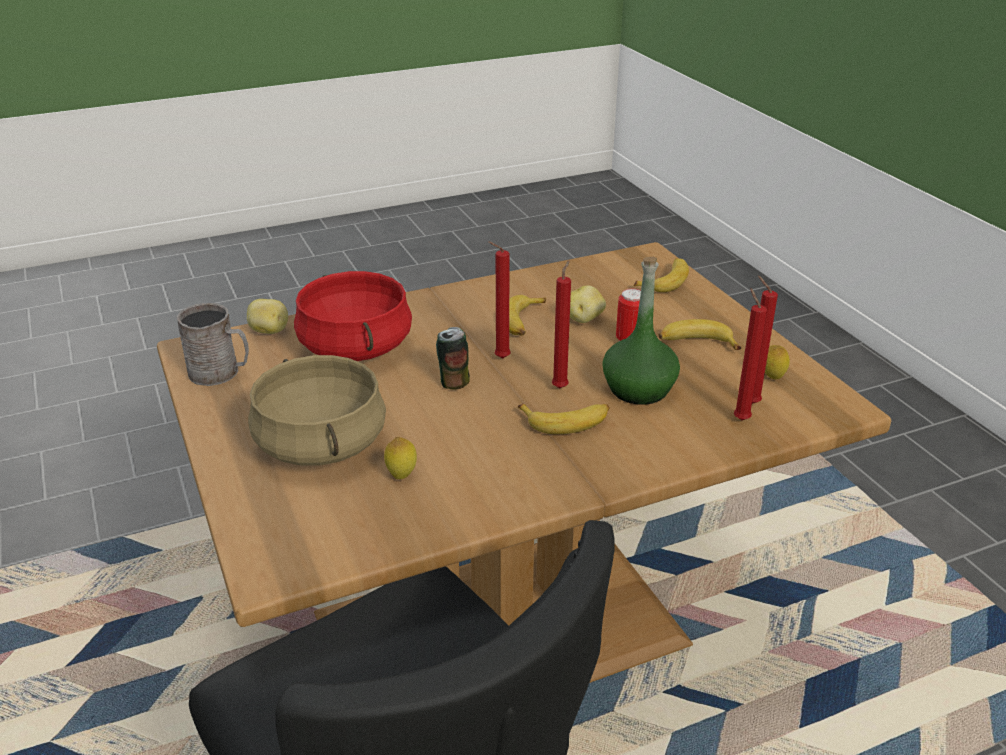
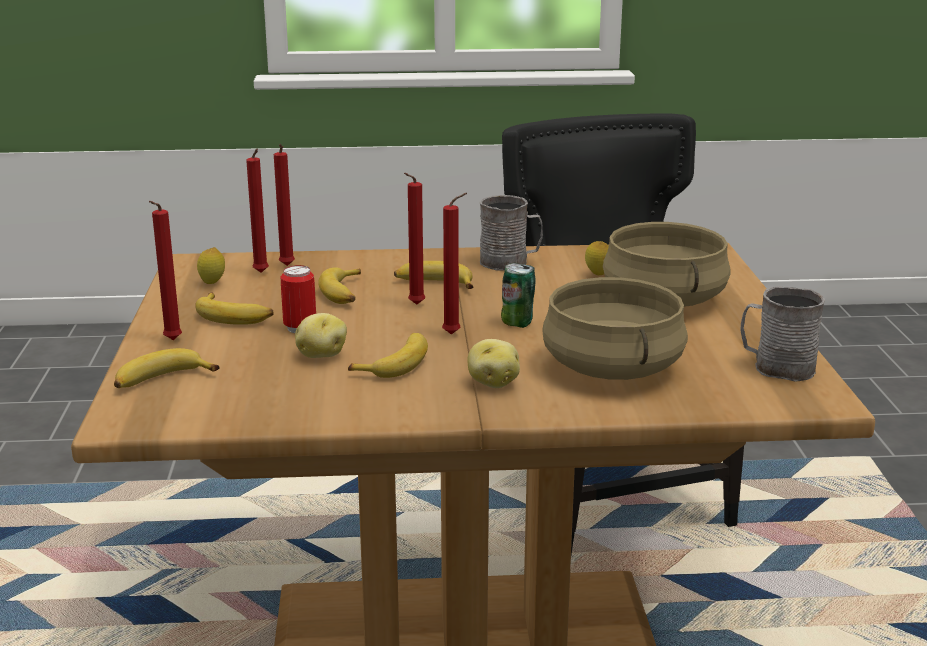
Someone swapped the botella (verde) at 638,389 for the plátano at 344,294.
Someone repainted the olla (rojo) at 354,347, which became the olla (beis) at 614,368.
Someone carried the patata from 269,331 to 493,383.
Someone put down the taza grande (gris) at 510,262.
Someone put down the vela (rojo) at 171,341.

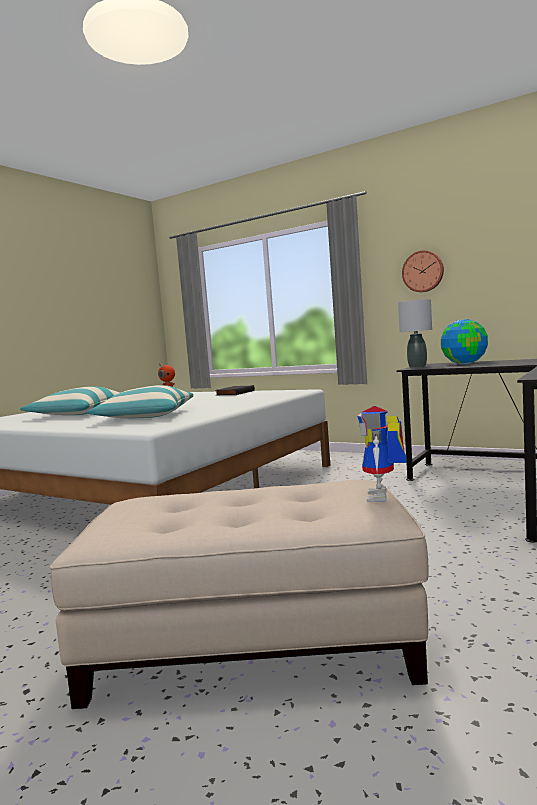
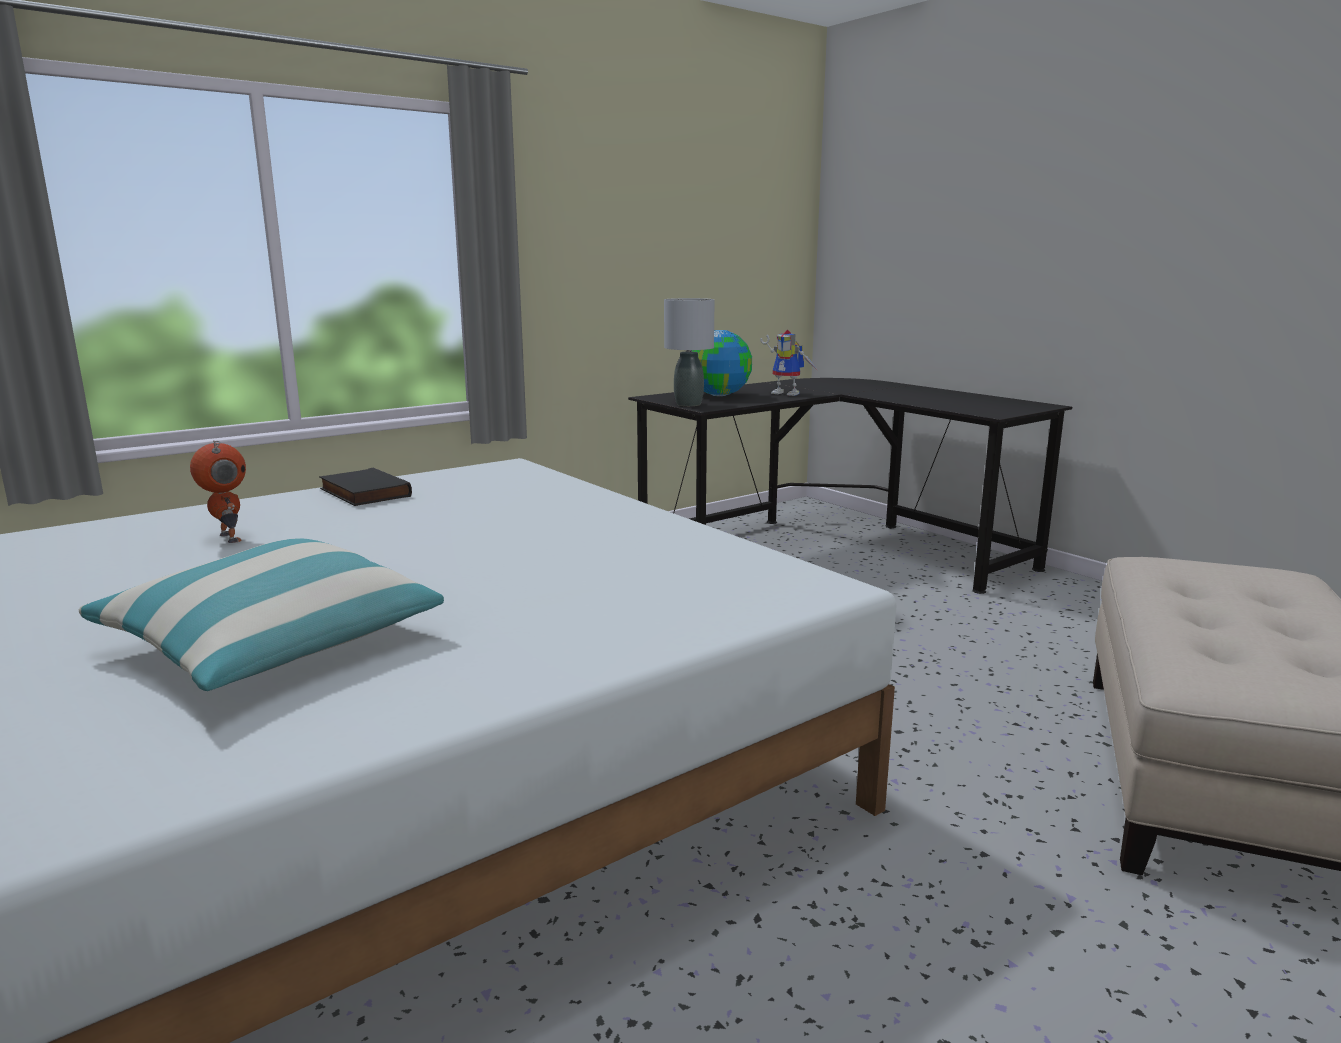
Someone took away the reloj de pared at 423,271.
Someone took away the cojín at 145,416.
Someone carried the robot de juguete from 384,497 to 789,393.

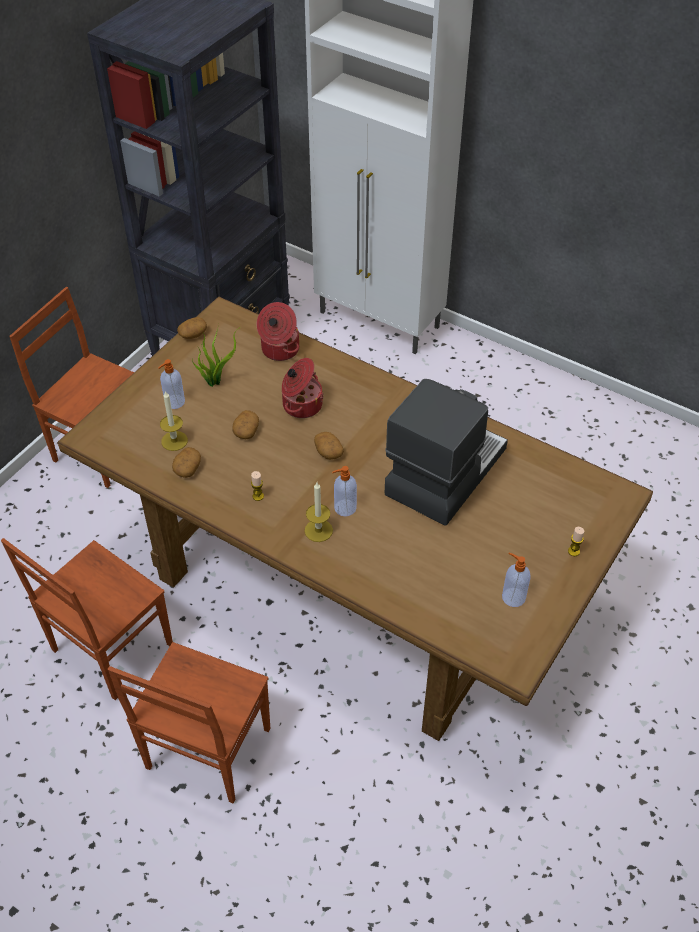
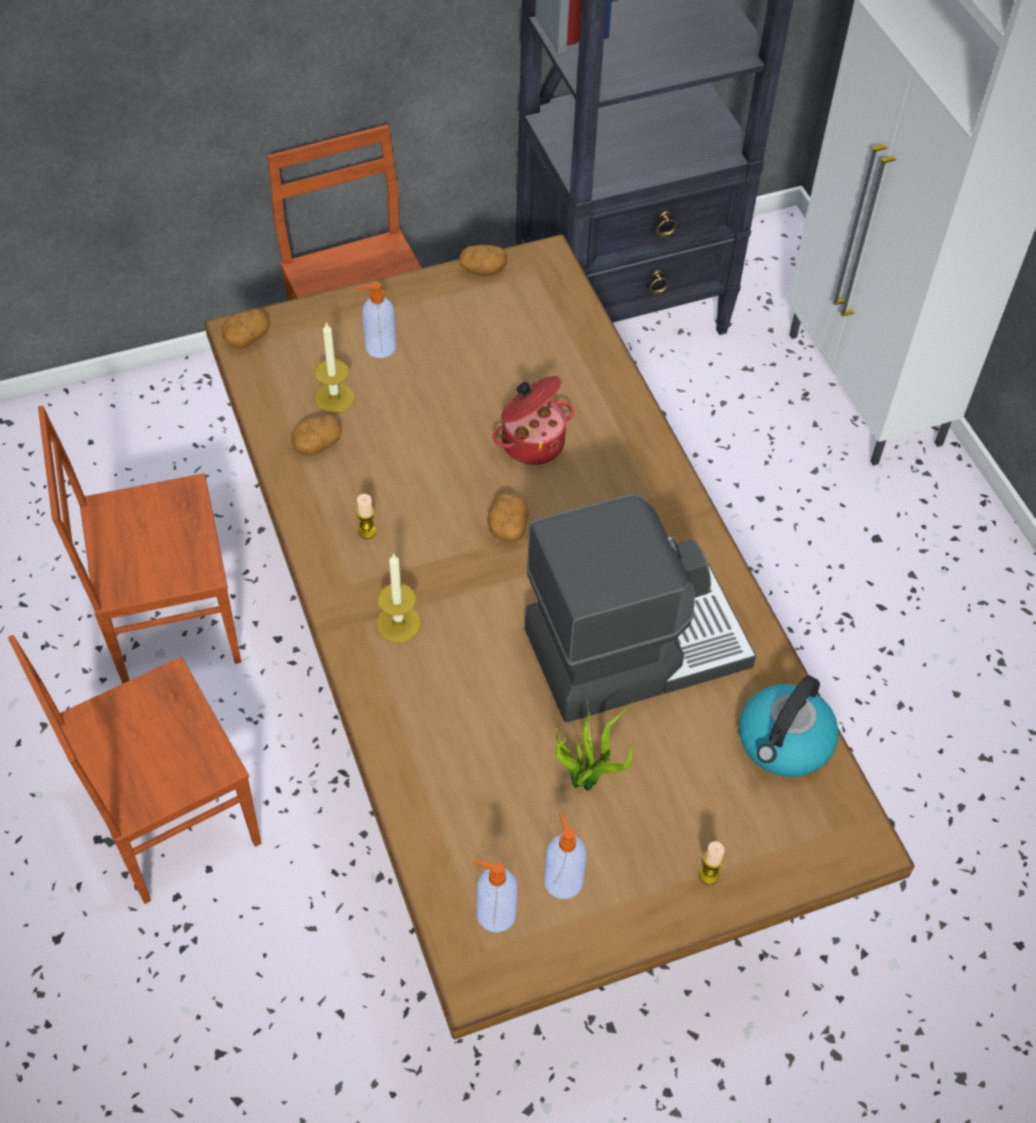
Someone took away the olla at 279,349.
Someone carried the planta en maceta from 216,381 to 588,780.
Someone carried the patata from 246,431 to 247,337.
Someone carried the dispensador de jabón from 344,508 to 494,913.
Someone put down the hervidor at 784,743.

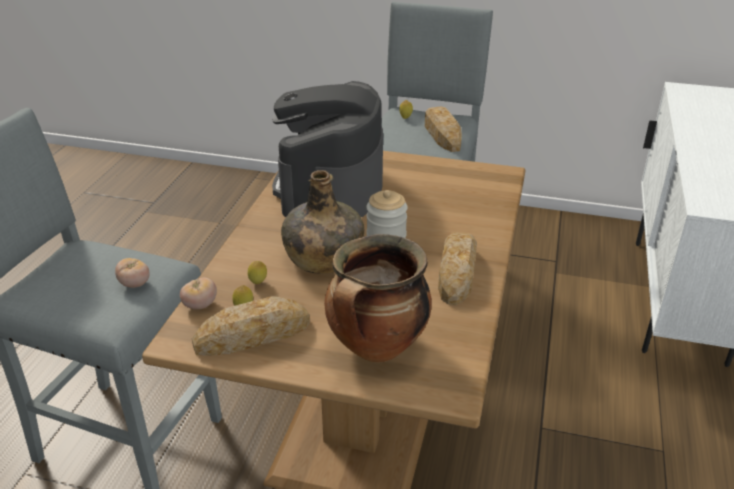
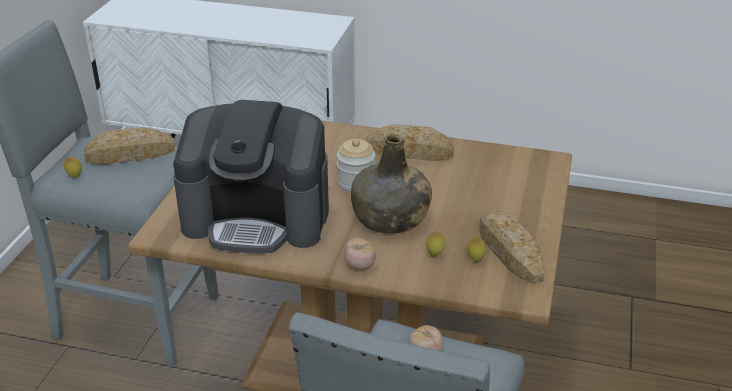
Someone took away the olla at 377,348.
Someone carried the tomate from 200,305 to 360,265.

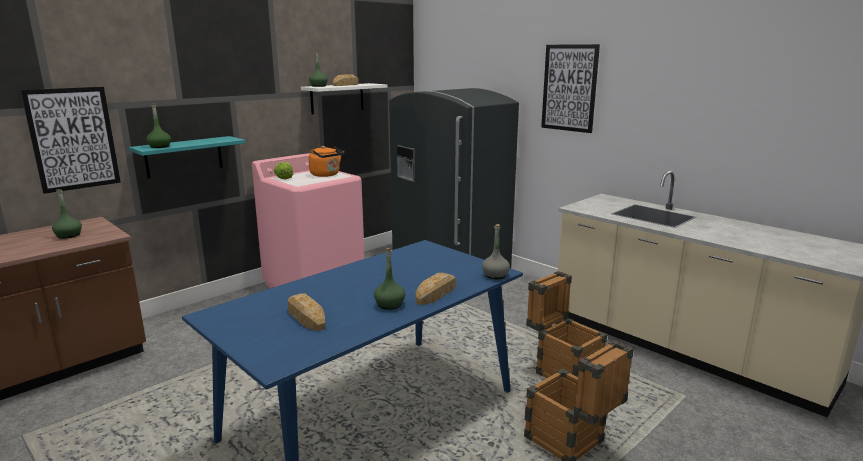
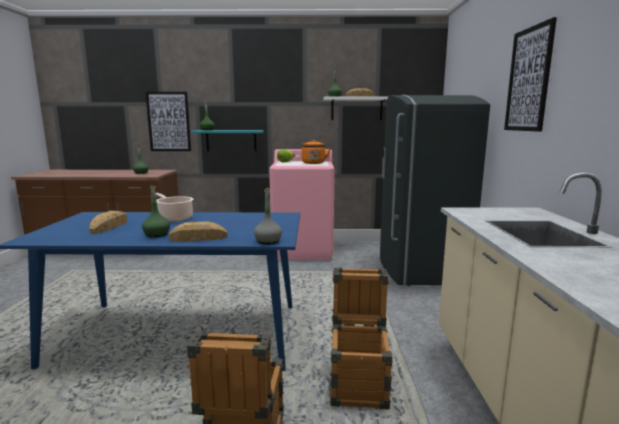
Someone put down the olla at 174,218.

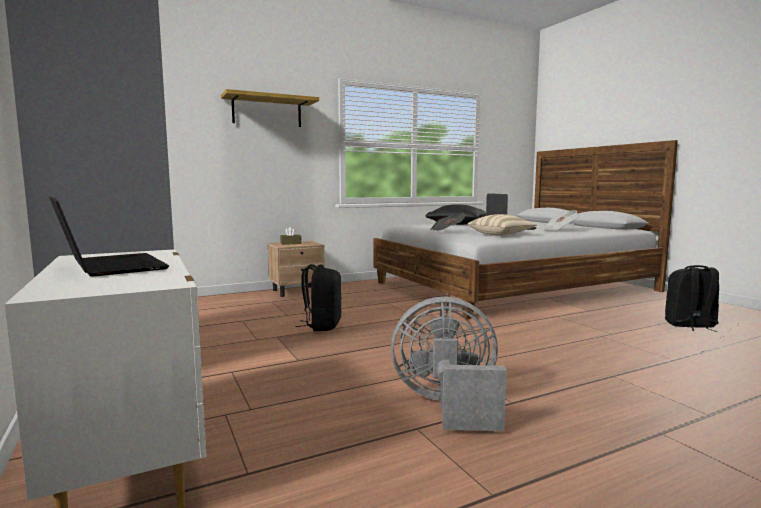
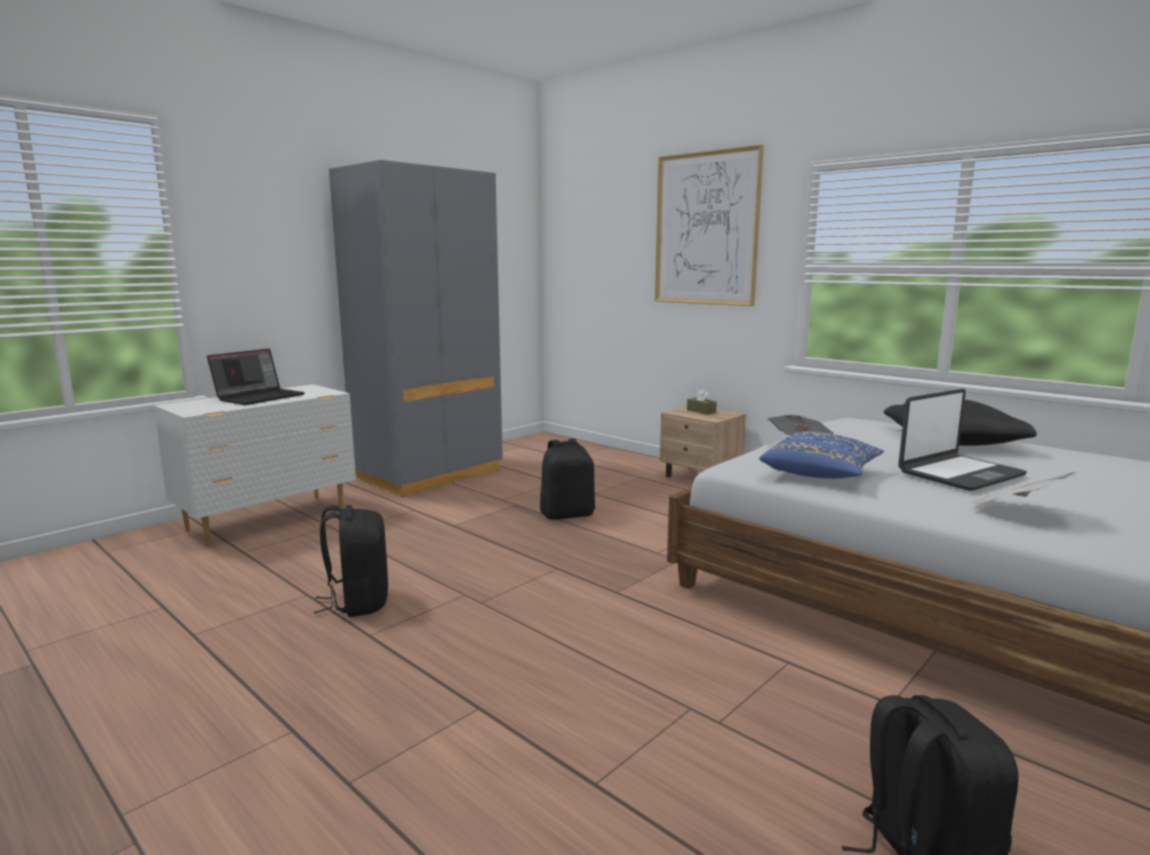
Someone swapped the estante at 267,111 for the cuadro at 706,229.
Someone repainted the cojín (beis) at 501,234, which became the cojín (azul) at 820,474.
Someone swapped the ventilador (gris) at 448,405 for the mochila (negro) at 358,602.

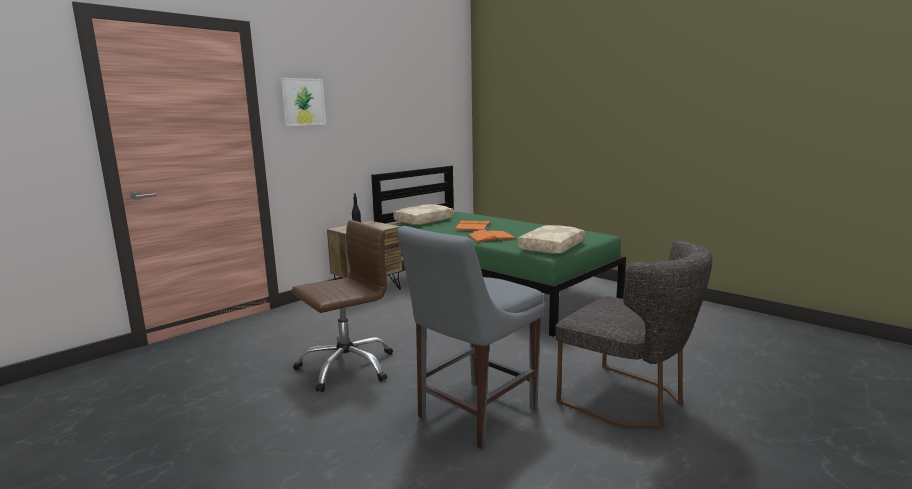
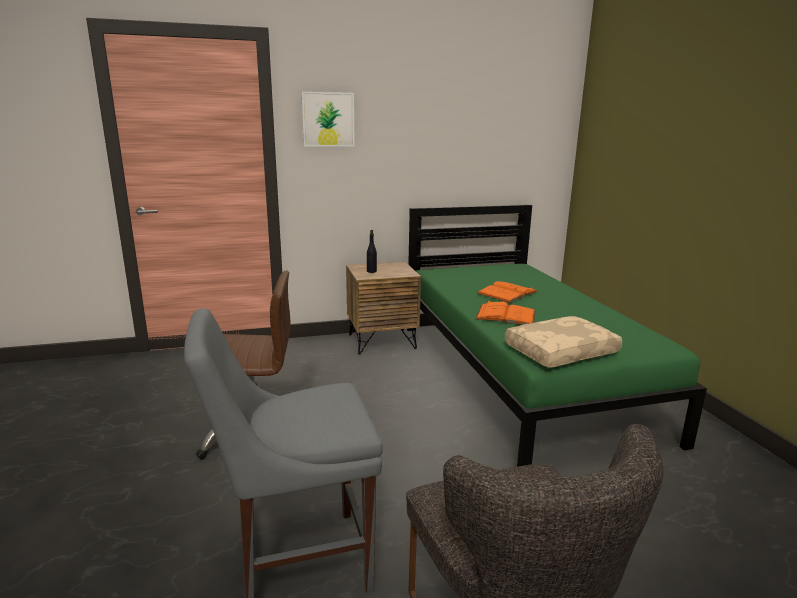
Someone took away the cojín (beis) at 423,221.

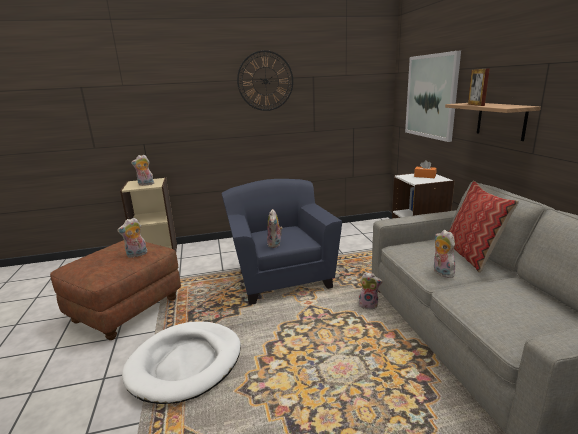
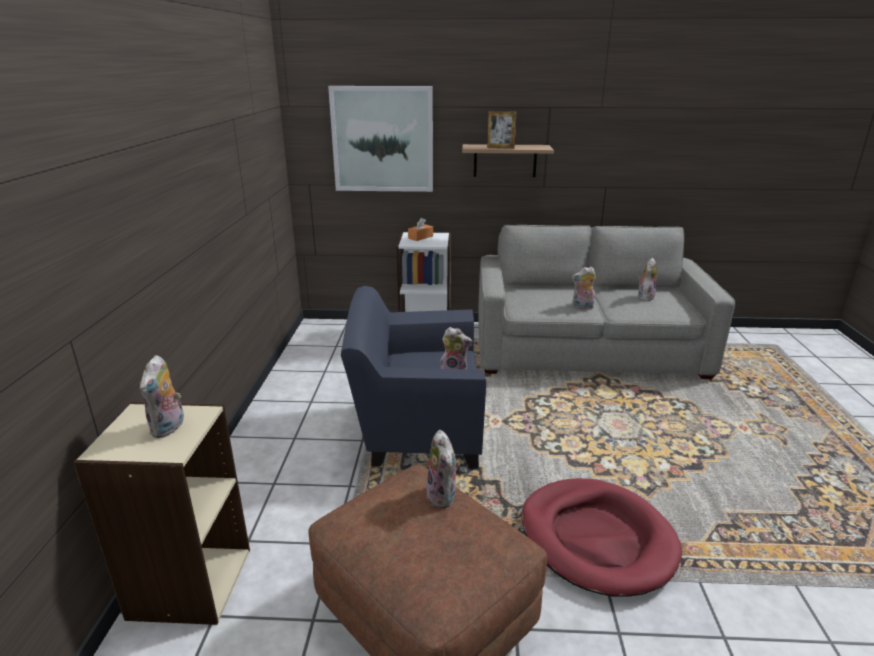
Someone took away the reloj de pared at 265,81.
Someone took away the cojín at 472,255.
Someone carried the peluche from 368,305 to 644,297.
Someone repainted the cama para perro (blanco) at 185,363, which became the cama para perro (rojo) at 596,539.

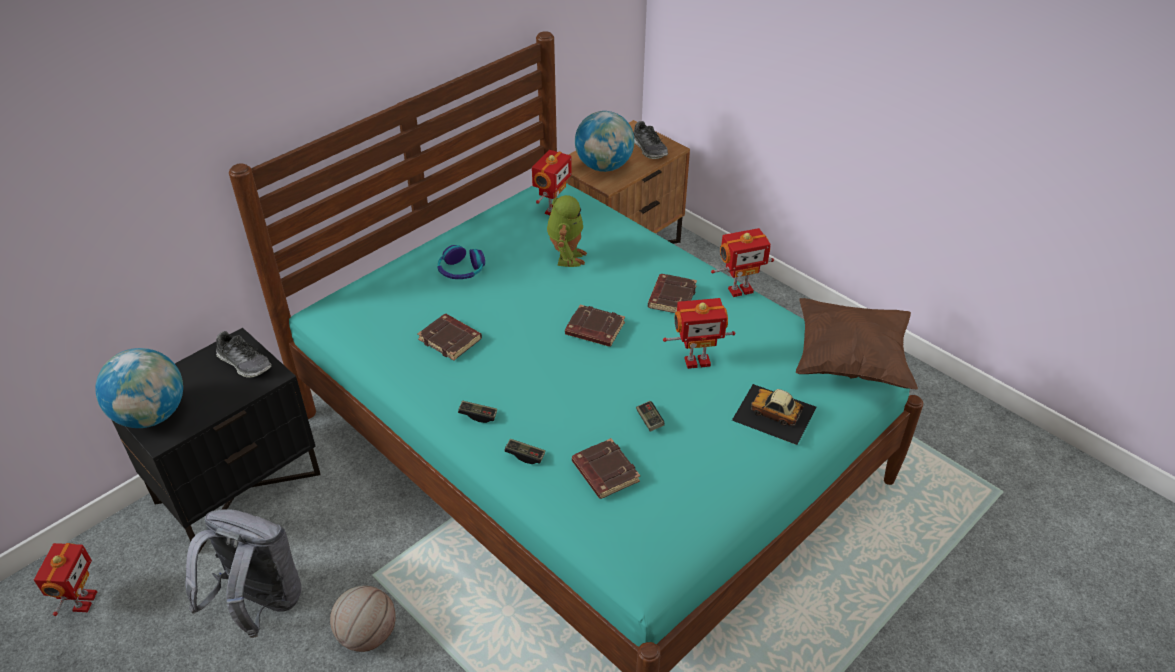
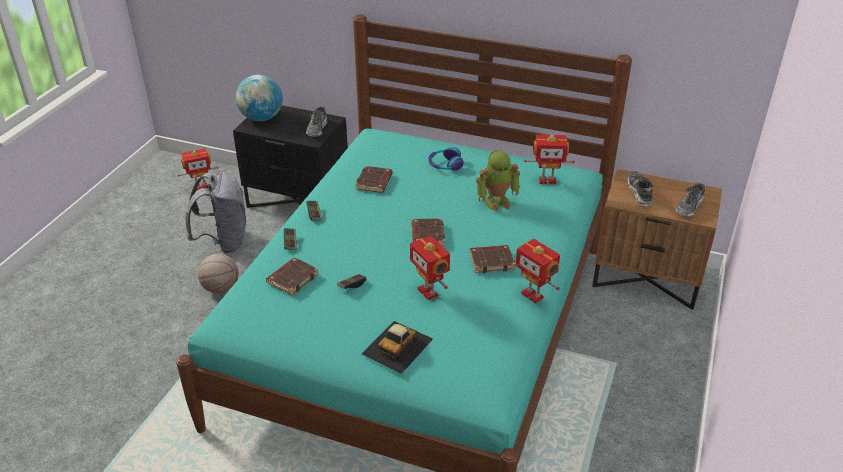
Someone swapped the globo terráqueo at 604,166 for the zapato at 639,192.
Someone took away the cojín (marrón) at 850,361.
Someone rotated the coche de juguete at 774,414 by 150 degrees counterclockwise.

